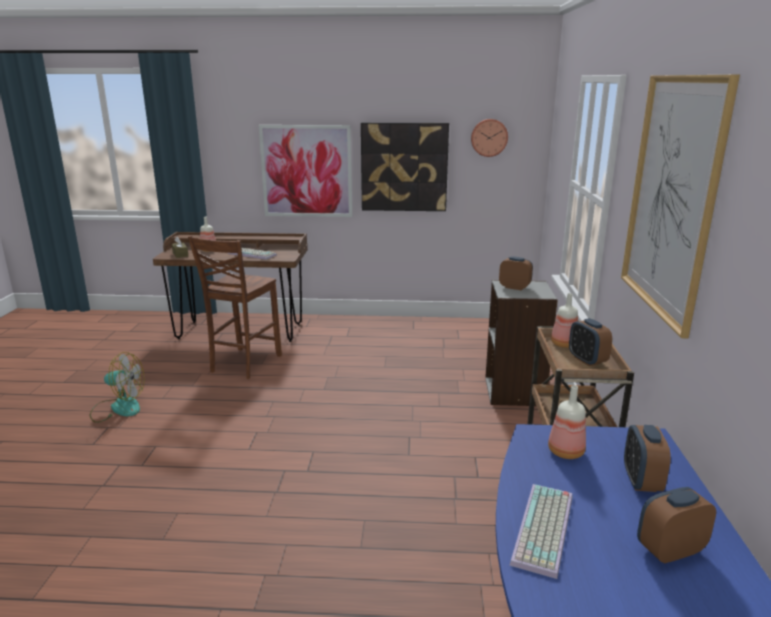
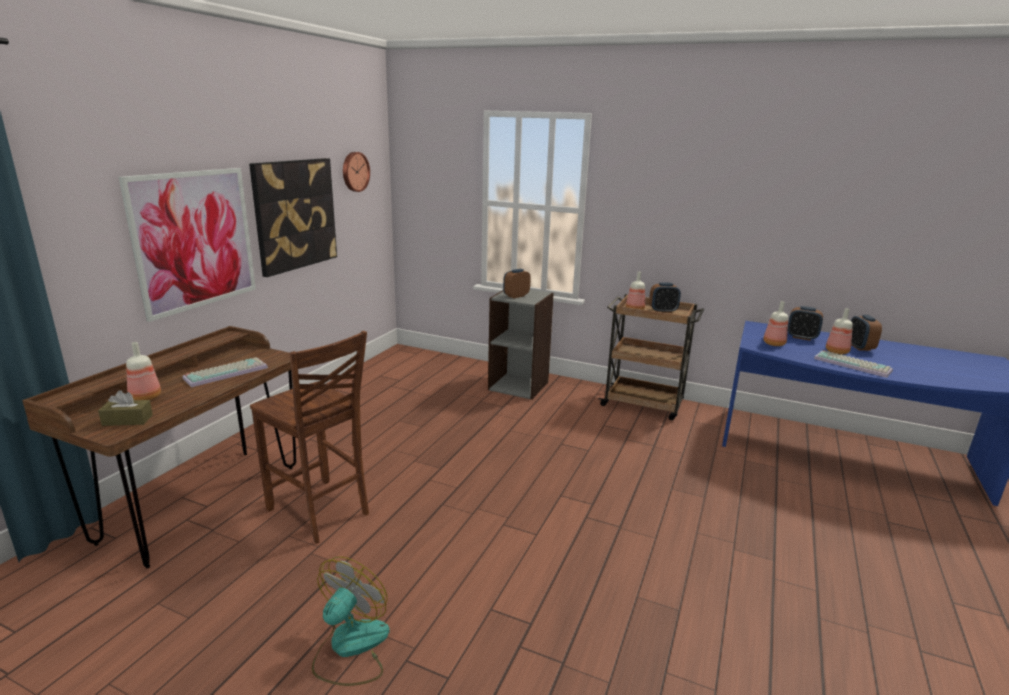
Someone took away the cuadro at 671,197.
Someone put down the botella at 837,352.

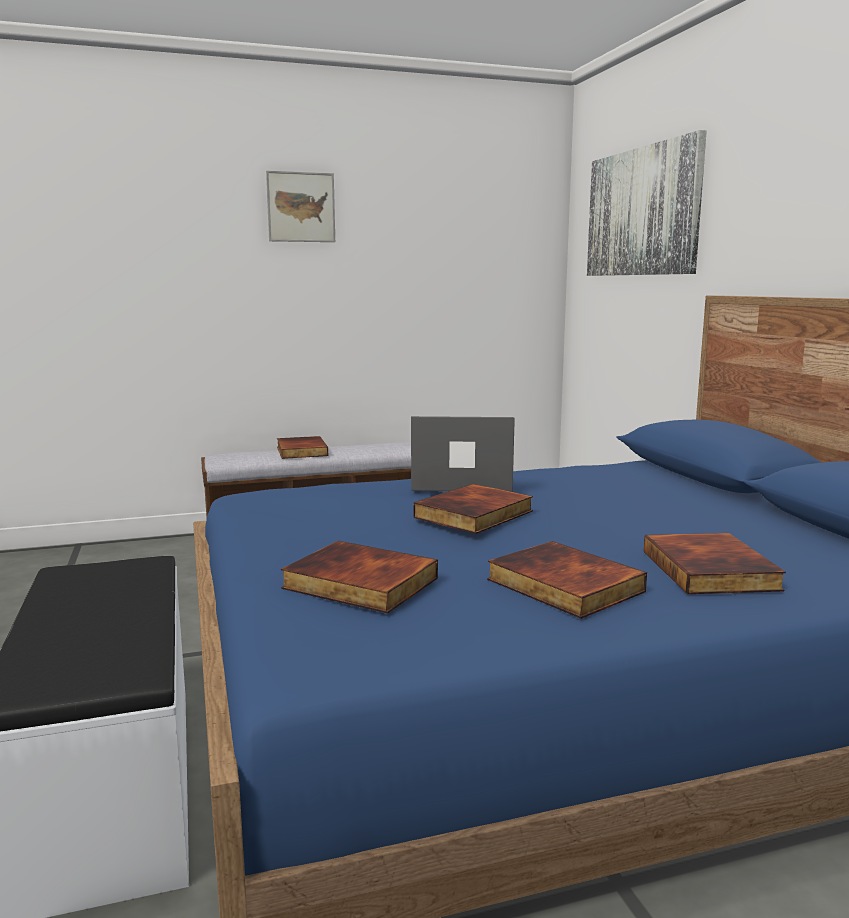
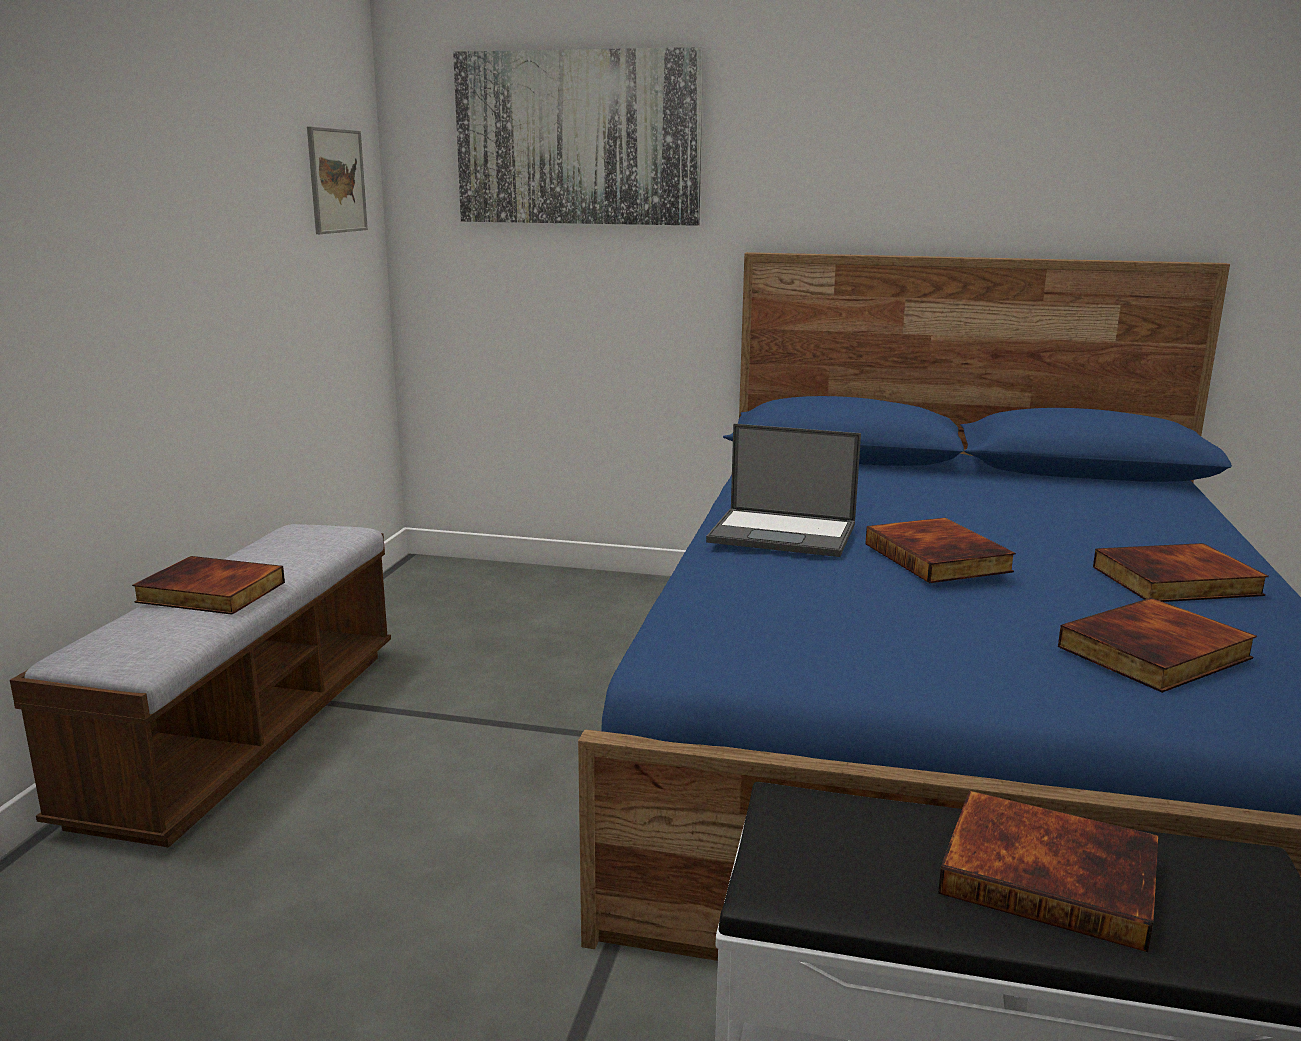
Someone carried the cuadro from 301,207 to 336,181.
Someone rotated the portátil at 460,482 by 105 degrees counterclockwise.
Someone carried the libro from 712,570 to 1050,875.

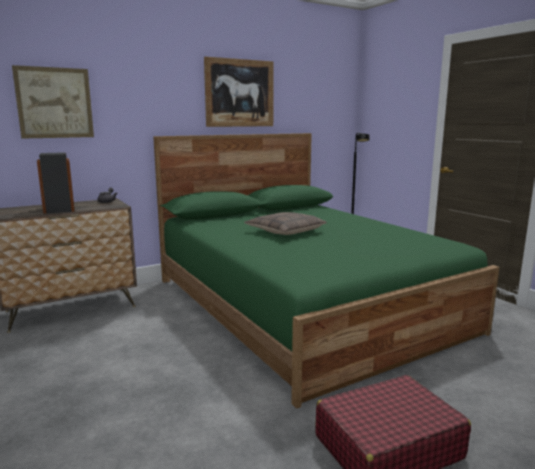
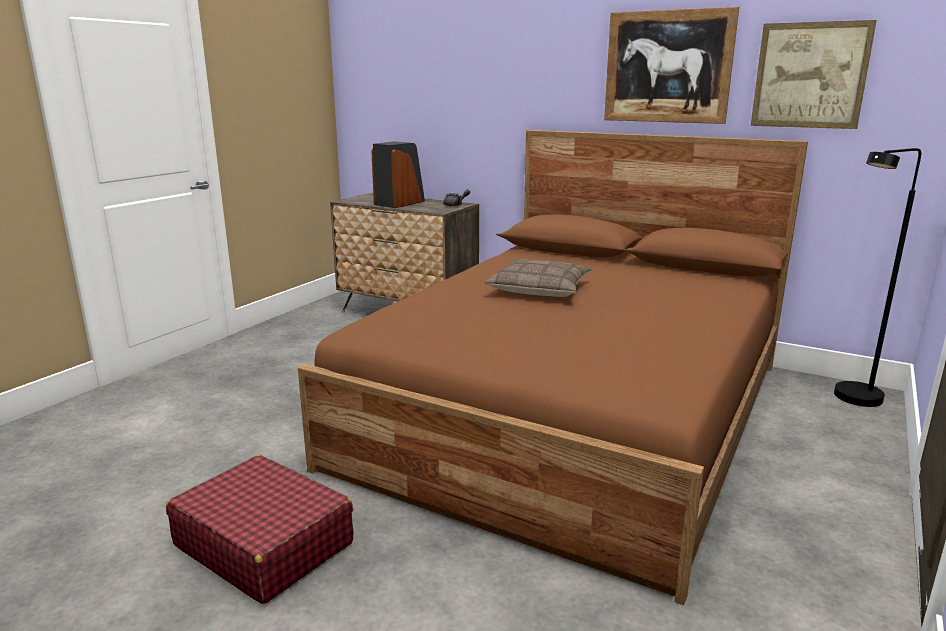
Someone carried the cuadro from 54,103 to 810,75.
Someone repainted the cama (verde) at 303,303, which became the cama (marrón) at 576,411.

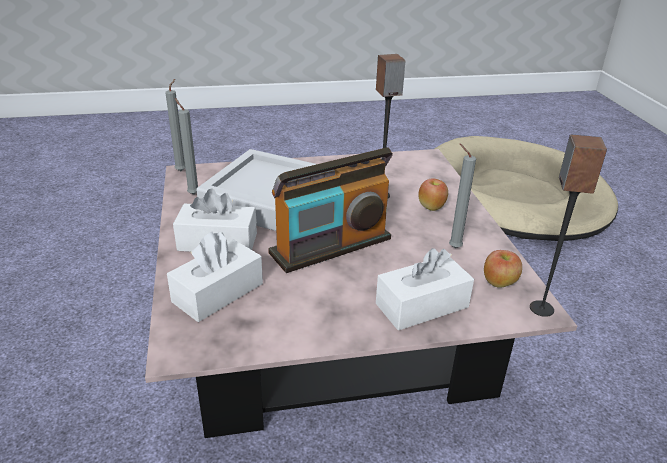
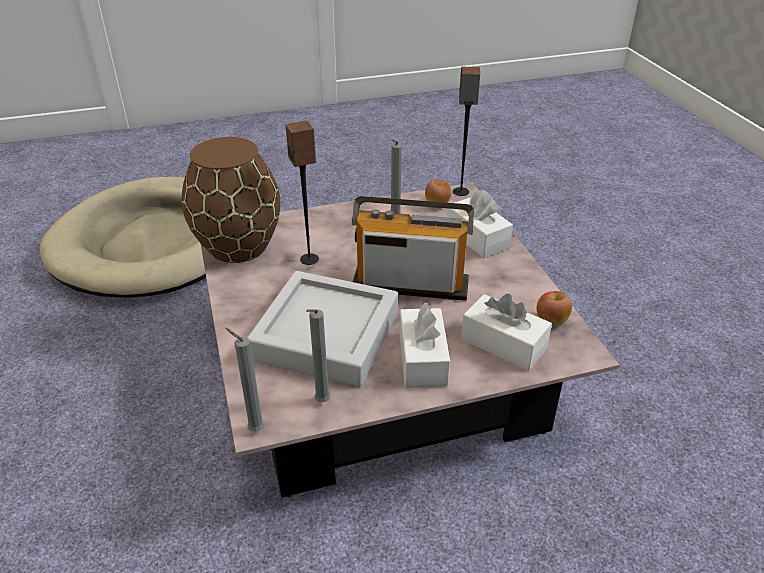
Someone rotated the radio at 331,246 by 45 degrees counterclockwise.
Someone carried the manzana from 431,207 to 551,321.
Someone put down the florero (marrón) at 238,247.

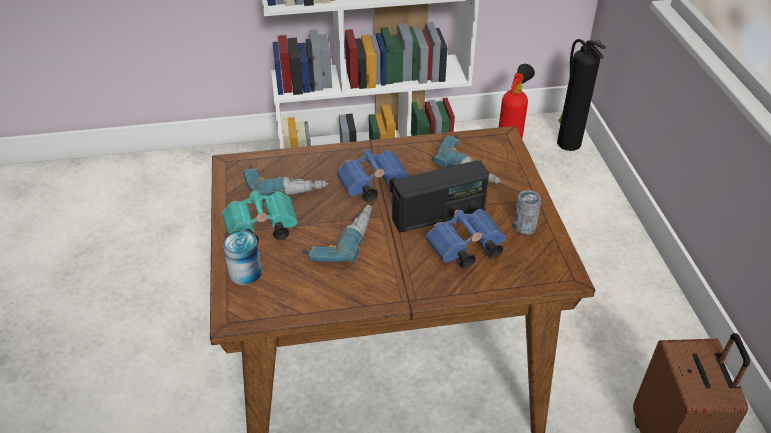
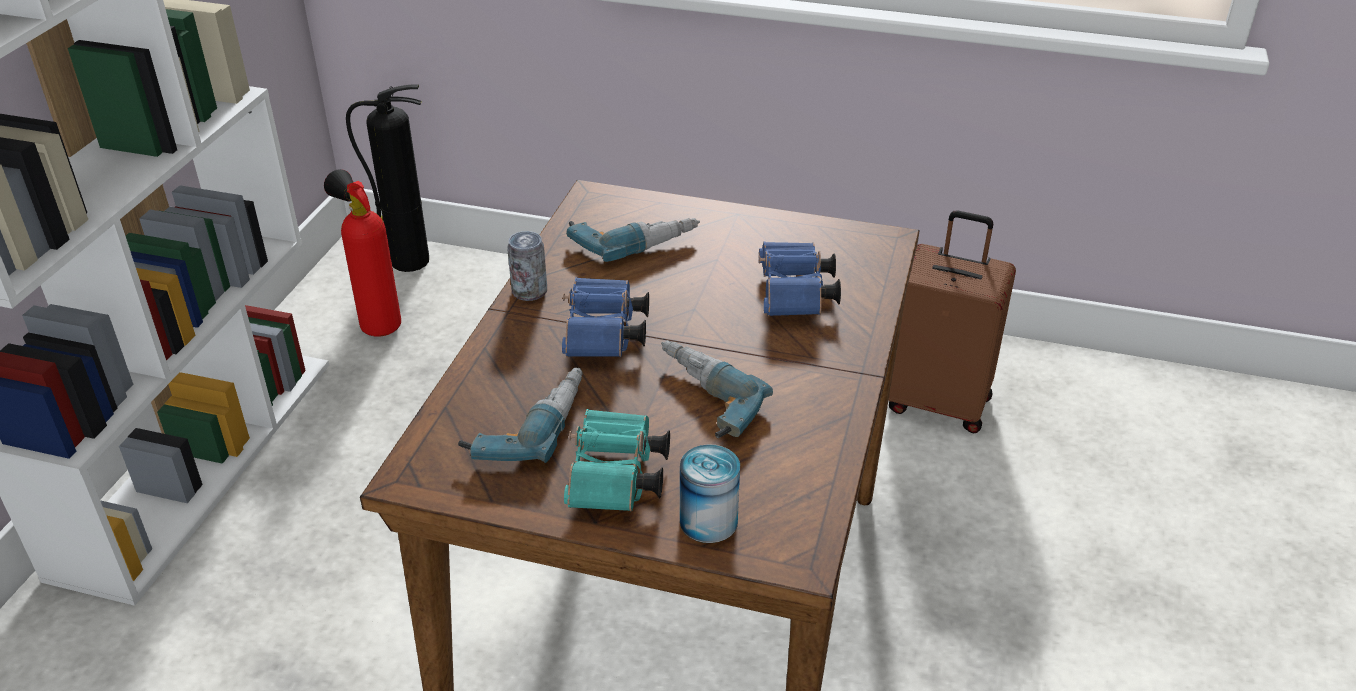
Someone took away the radio at 438,215.
Someone carried the lata from 524,228 to 529,292.

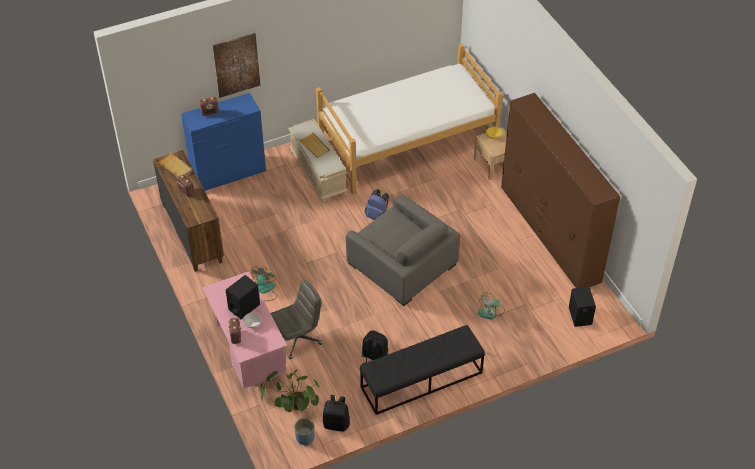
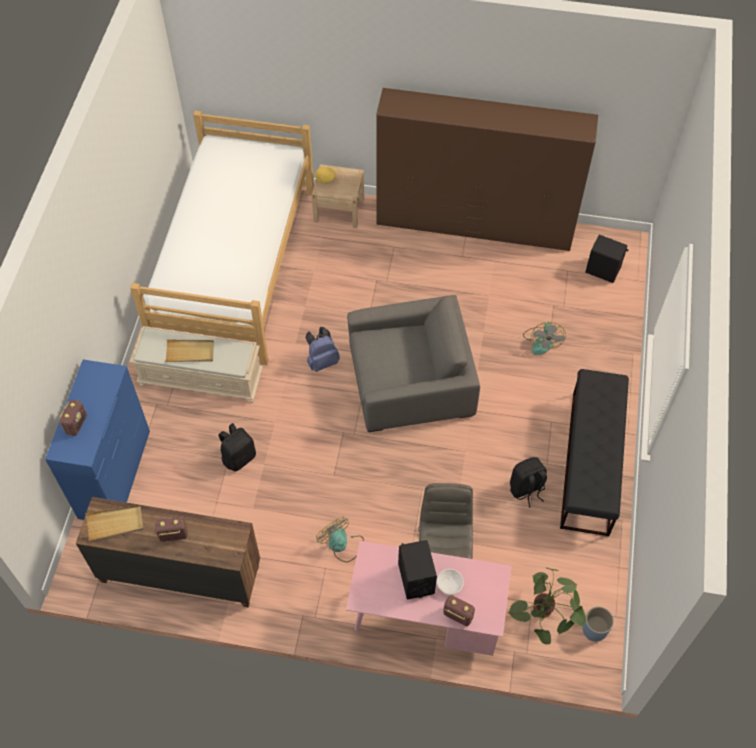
Someone took away the cuadro at 236,65.
Someone carried the mochila (negro) from 336,423 to 238,457.

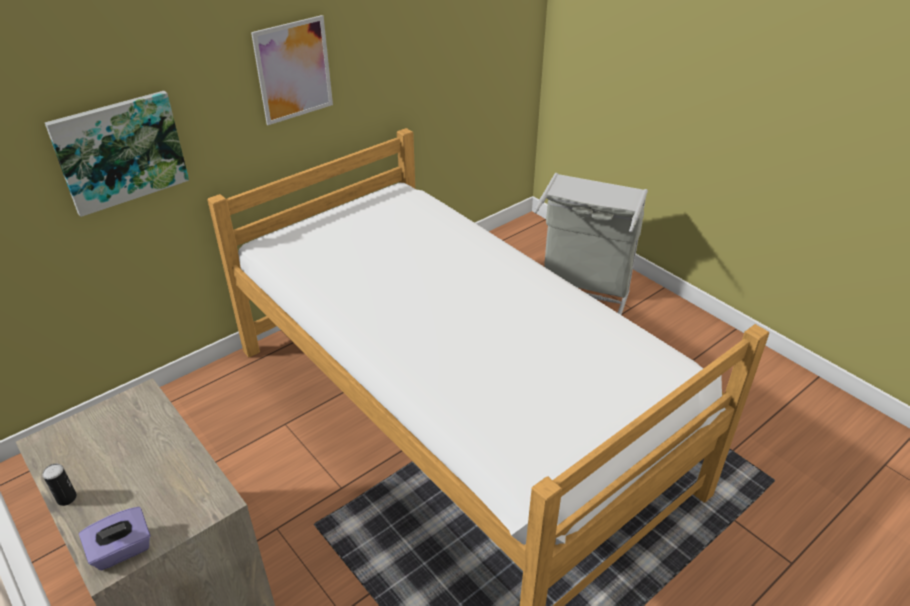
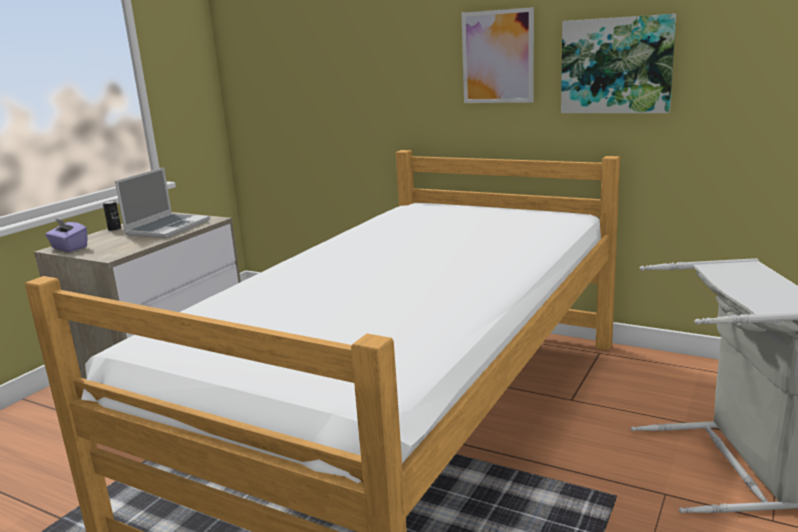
Someone carried the cuadro from 120,151 to 616,65.
Someone put down the portátil at 168,227.

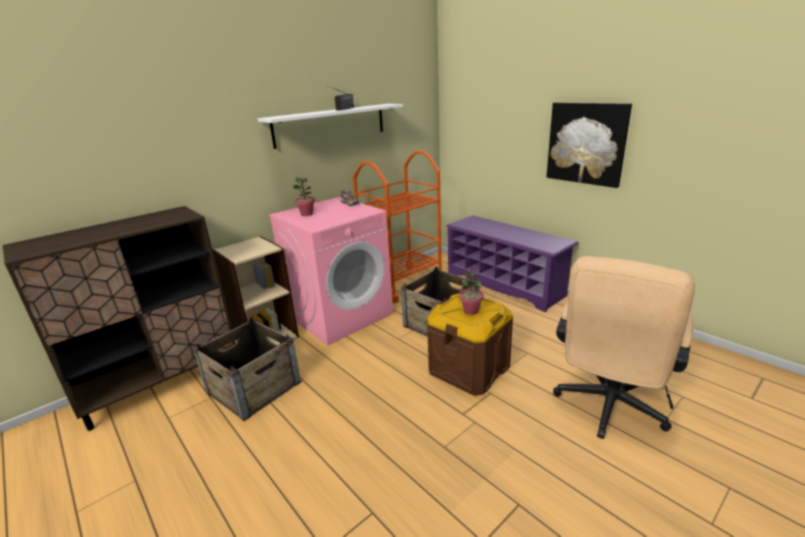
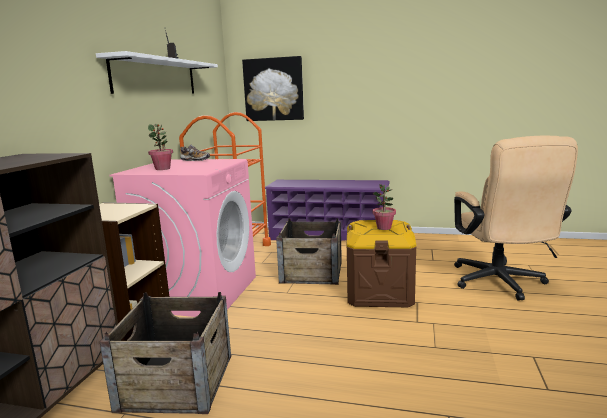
Someone carried the cuadro from 586,143 to 273,89.

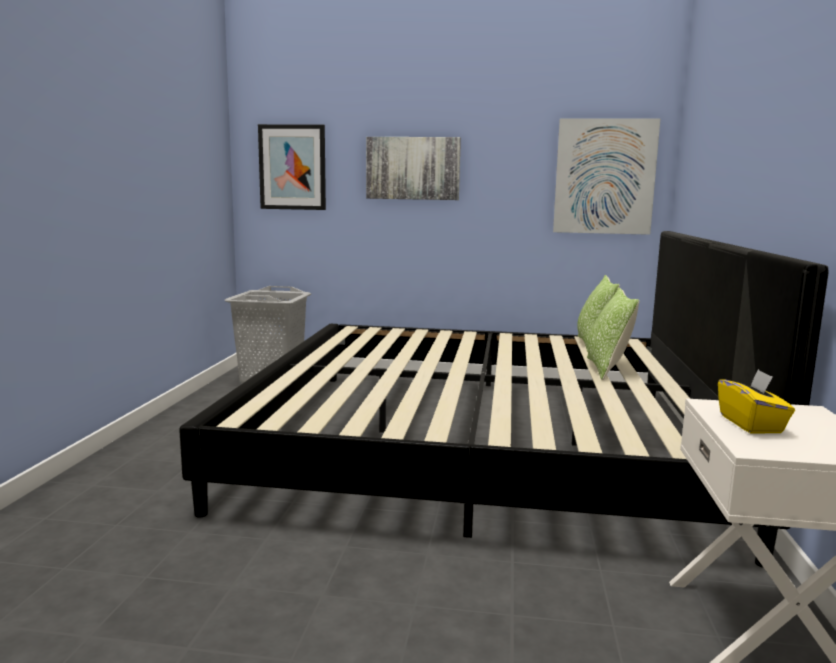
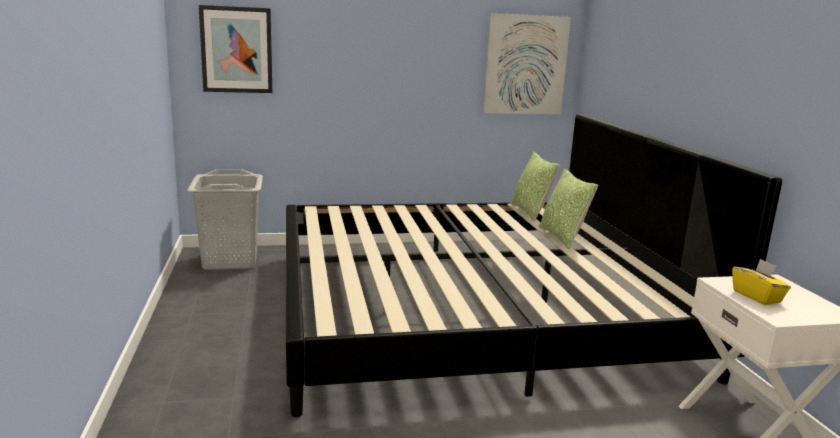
Someone took away the cuadro at 413,168.

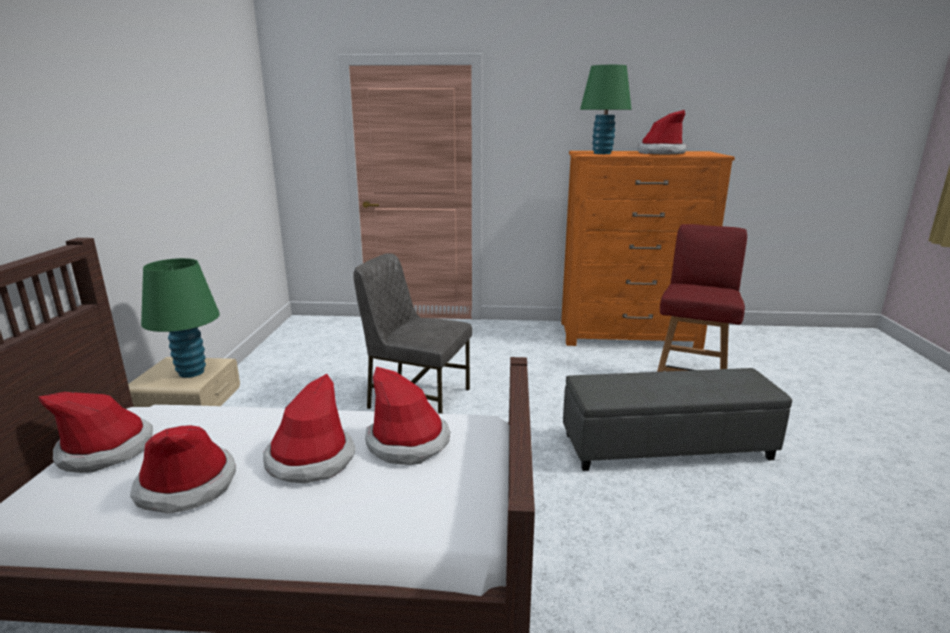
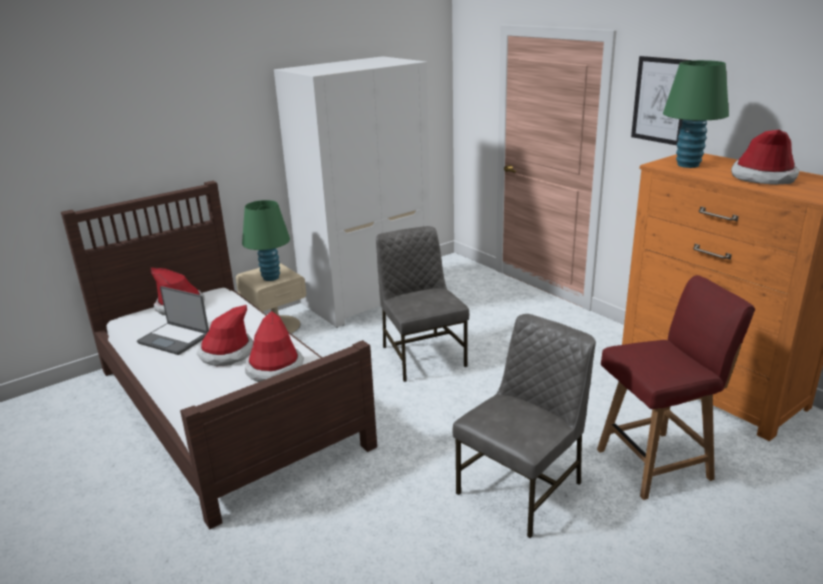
Someone swapped the puf (gris) at 665,446 for the silla (gris) at 522,488.
Someone swapped the sombrero at 187,485 for the portátil at 175,339.
Someone put down the armario ropero (blanco) at 367,297.
Someone put up the cuadro at 660,100.

